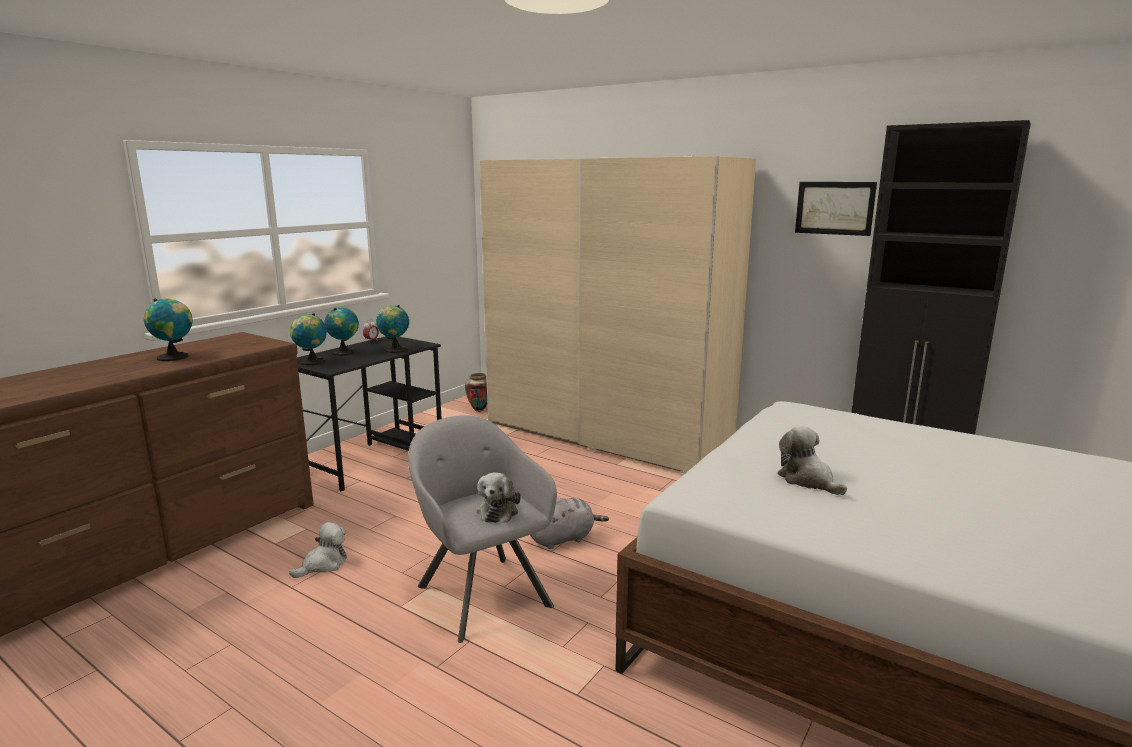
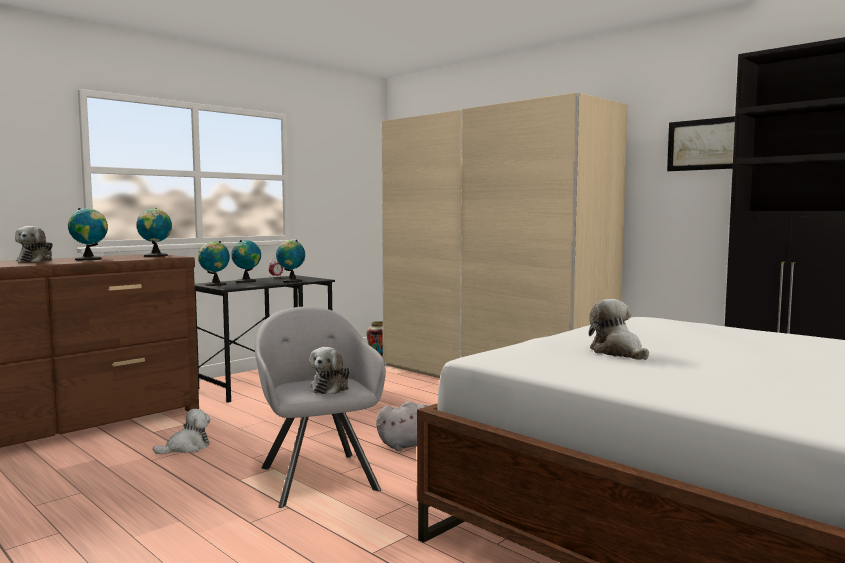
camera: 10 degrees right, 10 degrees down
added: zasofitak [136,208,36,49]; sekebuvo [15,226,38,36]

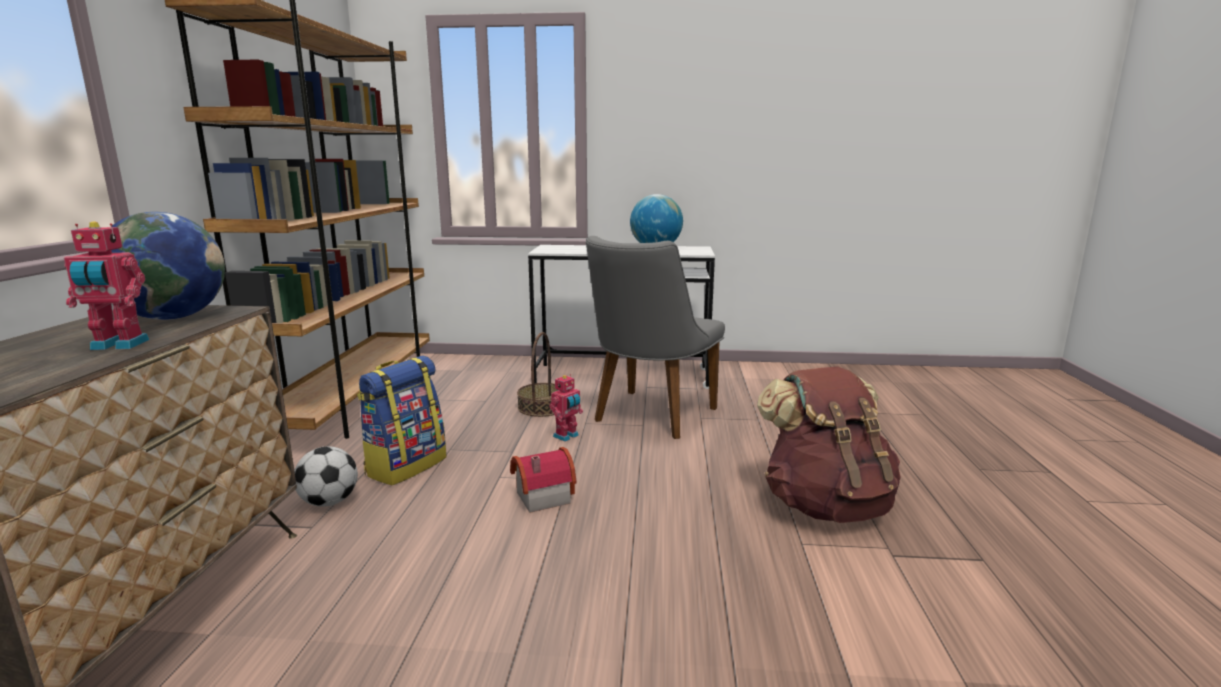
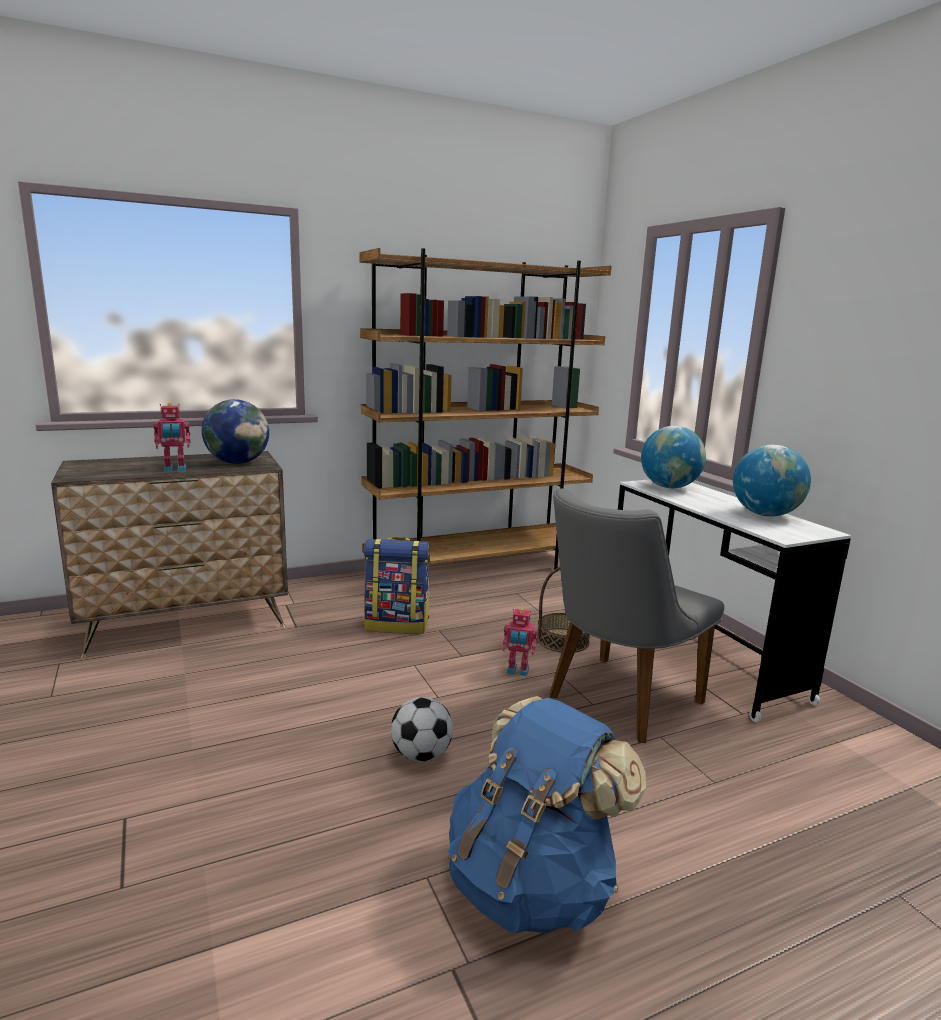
camera: 60 degrees right, 0 degrees up
removed: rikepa [510,447,67,66]
added: zasofitak [641,426,65,62]
moved: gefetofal [294,447,64,60] to [391,697,62,65]
recoloured: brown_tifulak [757,366,143,157] to blue_tifulak [448,696,198,237]
turned: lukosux [64,221,85,129] = [153,403,38,69] 75 degrees counterclockwise; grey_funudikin [586,236,139,203] = [550,488,174,255] 45 degrees counterclockwise

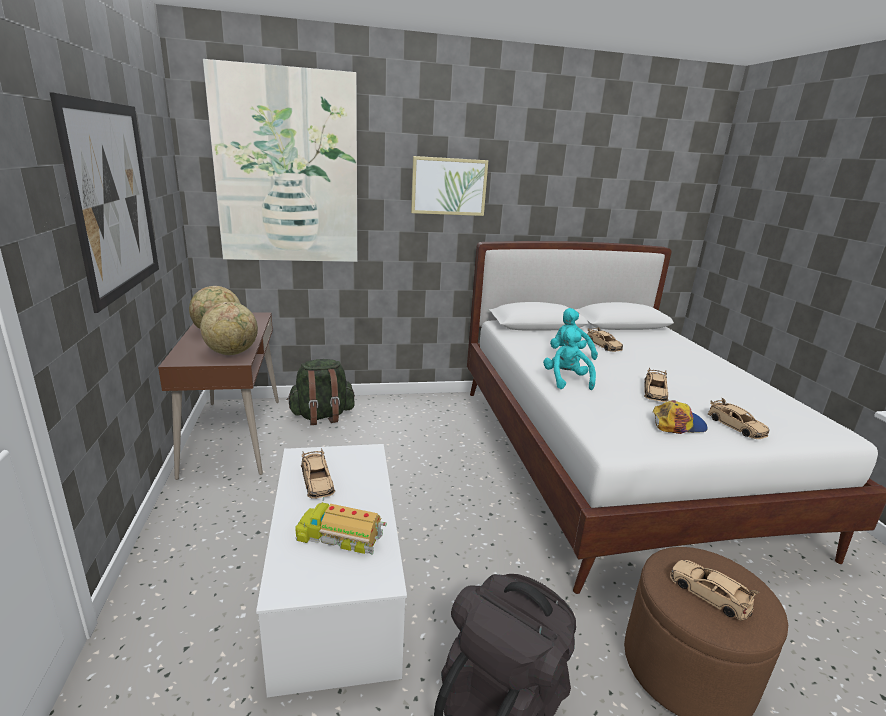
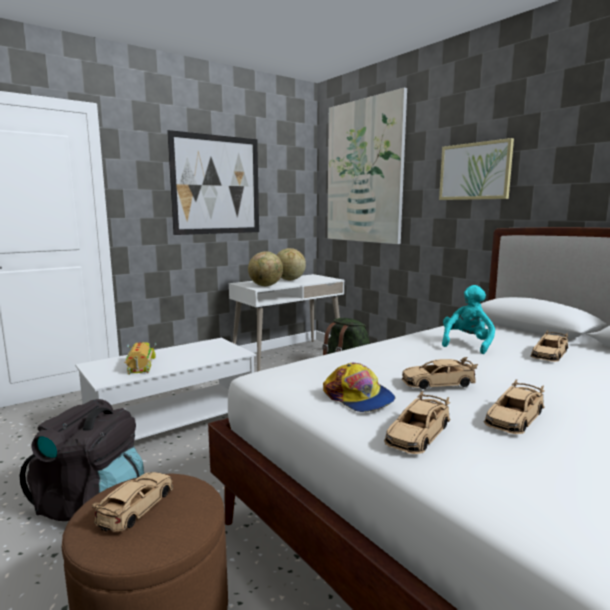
camera: 65 degrees right, 10 degrees down
removed: turquoise_sekebuvo [543,327,53,63]
moved: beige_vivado [301,448,34,51] to [484,379,61,55]
recoloured: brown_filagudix [158,312,121,168] to white_filagudix [229,274,115,98]

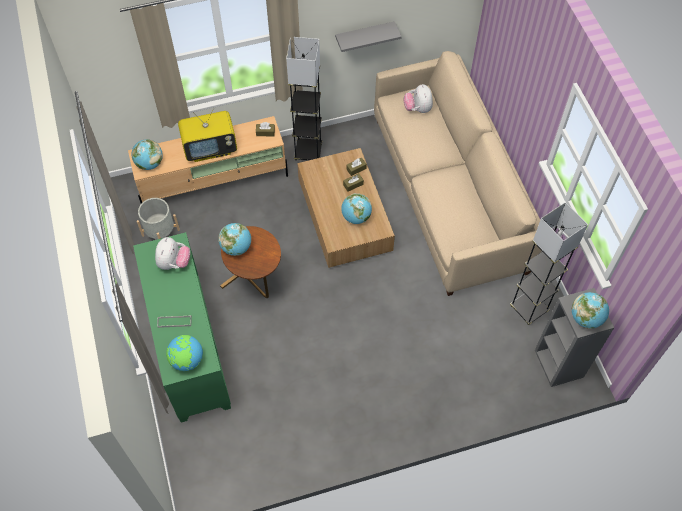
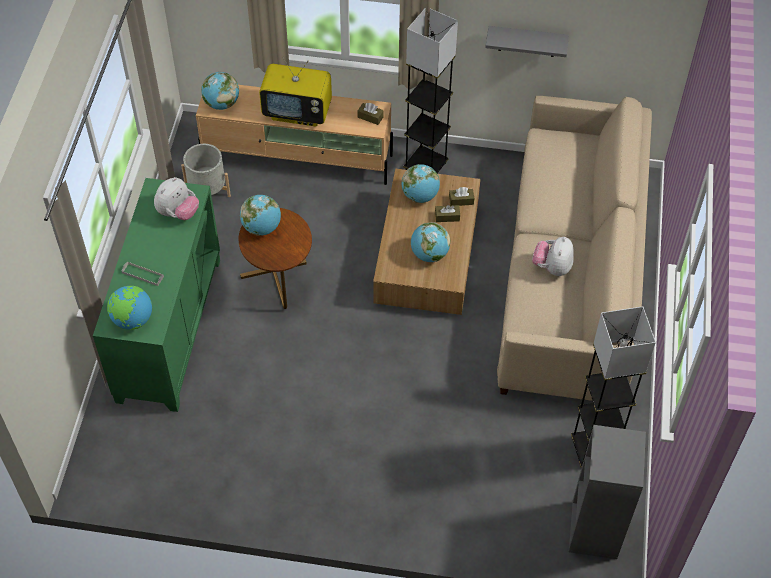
camera: 25 degrees right, 5 degrees down
moved: sekebuvo [404,84,29,29] to [532,237,42,39]; zasofitak [572,292,37,37] to [402,164,38,39]

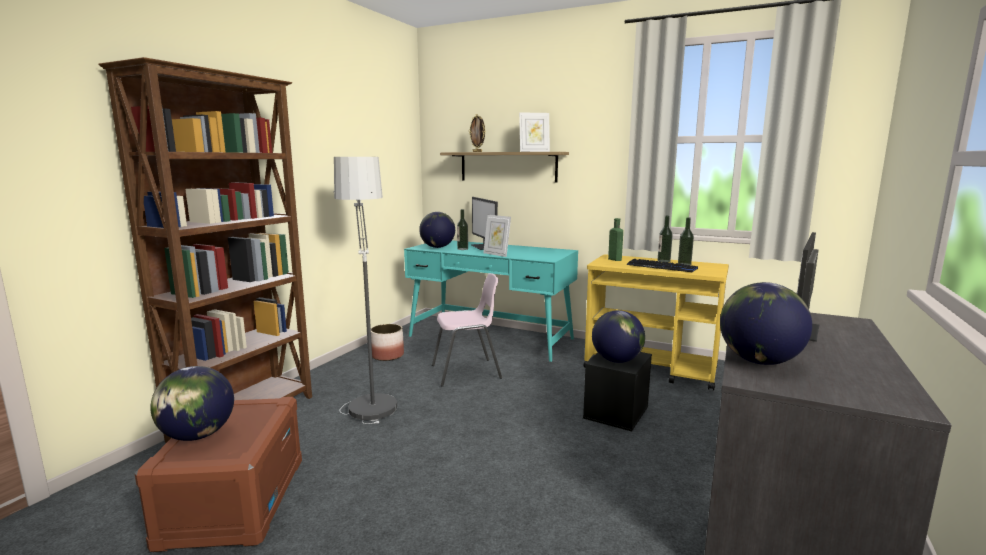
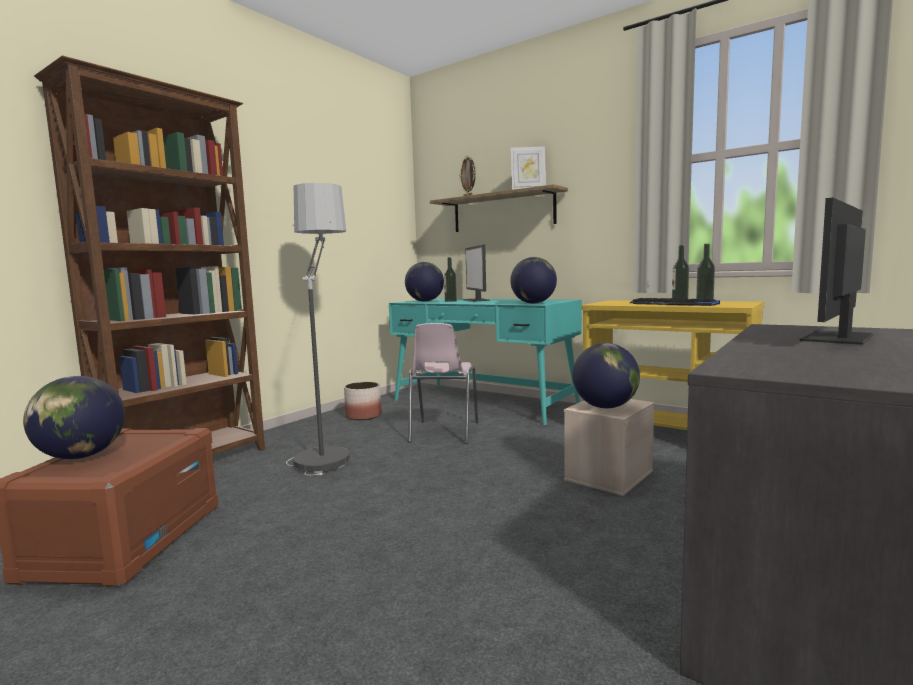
camera: 10 degrees right, 5 degrees down
removed: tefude [483,215,28,42]; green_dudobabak [608,218,15,43]
moved: zasofitak [720,282,92,83] to [510,257,47,47]
recoloured: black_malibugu [583,352,69,79] to beige_malibugu [564,399,91,97]
turned: pink_funudikin [432,273,70,114] = [408,323,70,121] 105 degrees clockwise

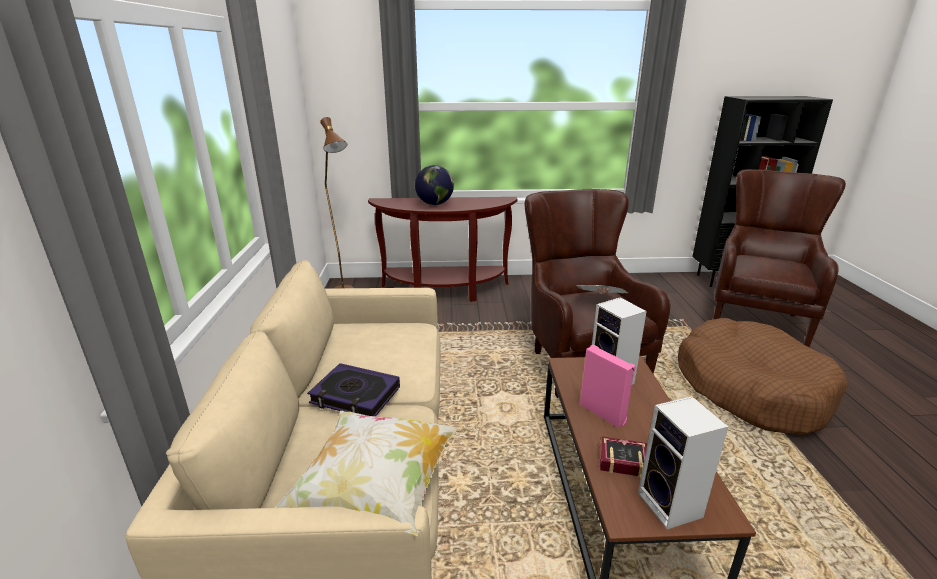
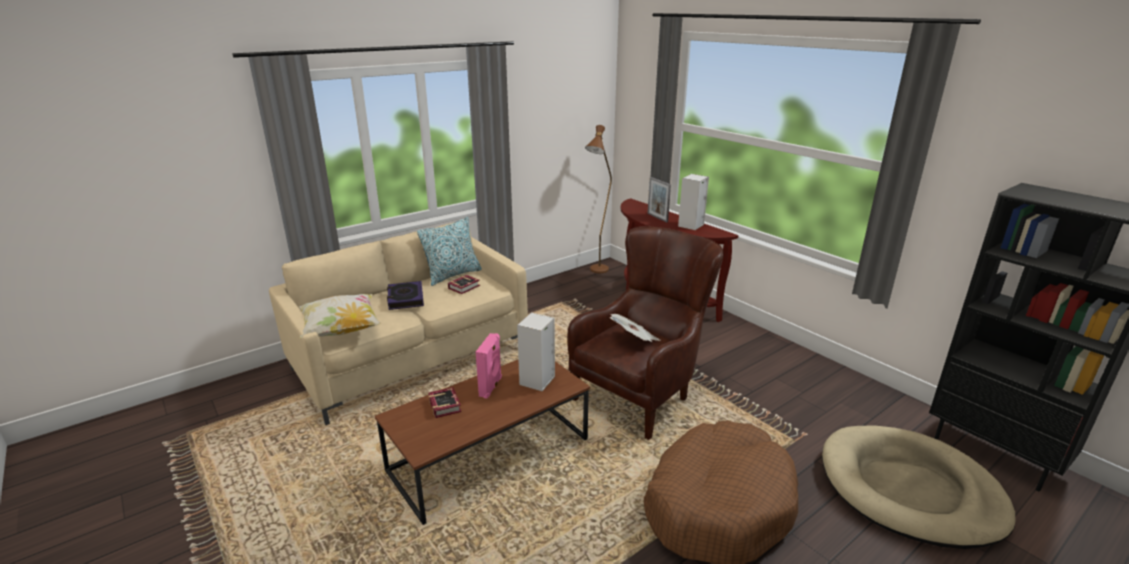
camera: 55 degrees right, 0 degrees up
added: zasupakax [417,217,65,69]; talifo [448,275,32,19]
moved: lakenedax [638,396,90,134] to [678,174,31,56]
replaced: zasofitak [415,165,39,40] to tefude [647,177,24,46]; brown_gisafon [713,169,133,178] to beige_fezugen [822,426,194,123]

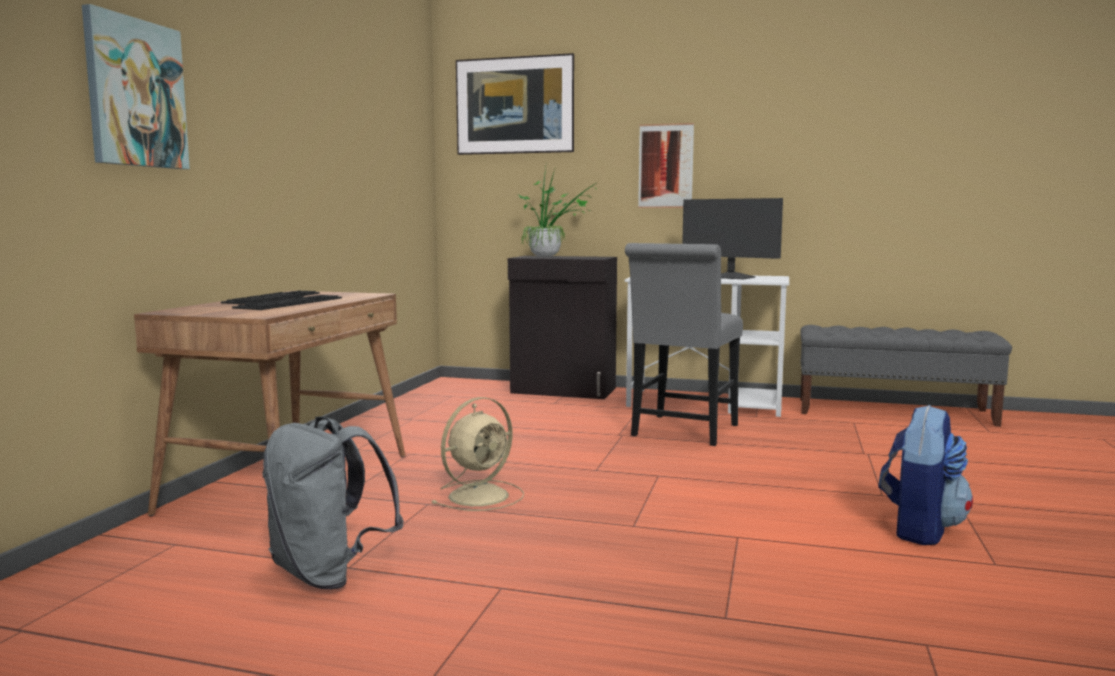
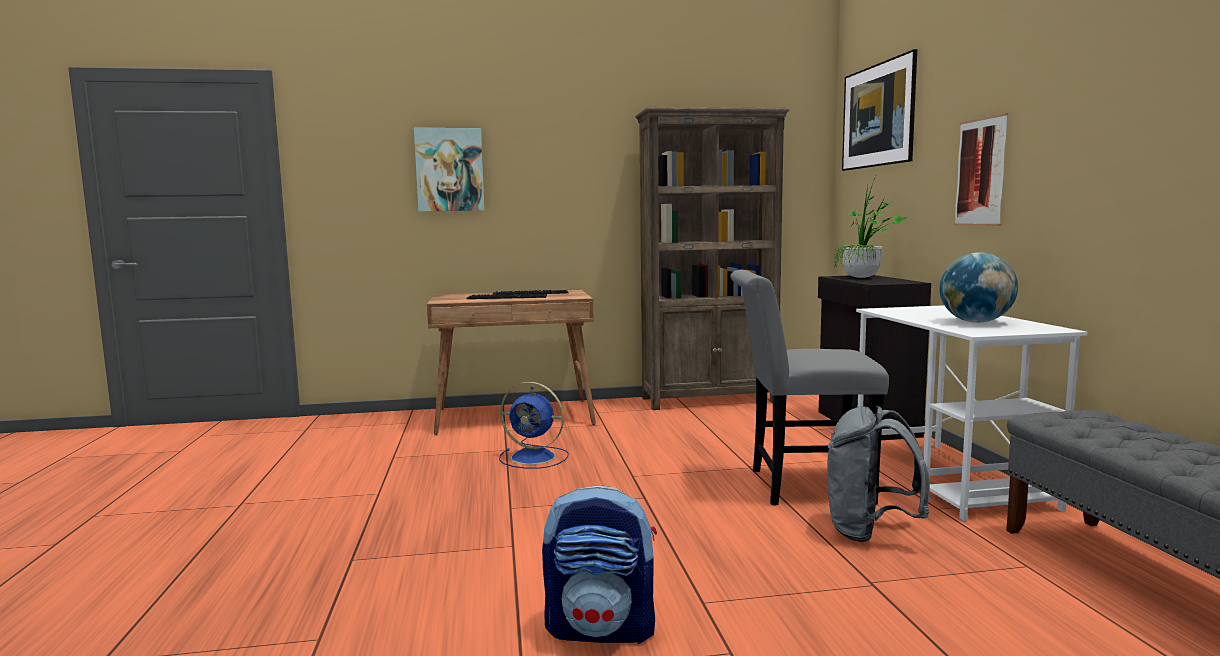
camera: 65 degrees right, 0 degrees up
added: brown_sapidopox [635,107,155,303]
moved: grey_tifulak [263,416,141,173] to [827,405,103,137]
replaced: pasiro [682,198,101,81] to zasofitak [940,252,78,71]
recoloured: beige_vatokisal [431,397,93,114] to blue_vatokisal [499,382,70,87]

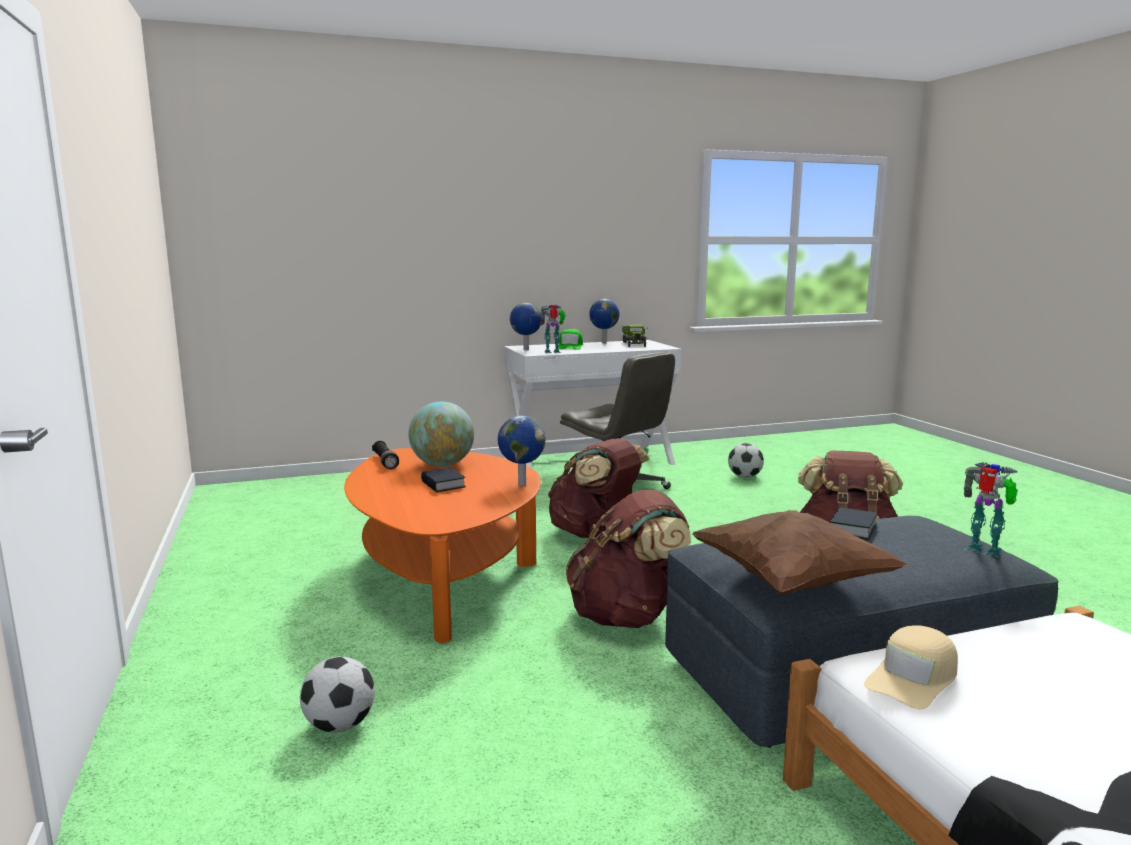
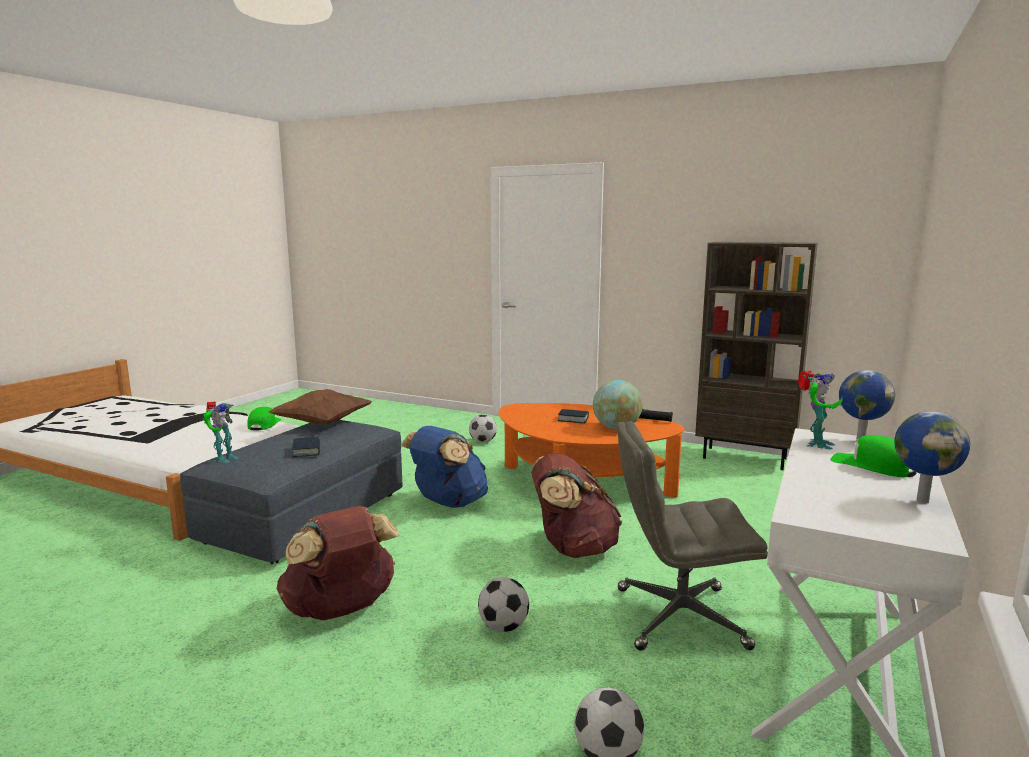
camera: 135 degrees right, 0 degrees up
removed: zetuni [622,325,26,22]; zasofitak [497,416,49,69]
added: brown_sapidopox [695,242,123,228]; gefetofal [478,577,51,55]
recoloured: brown_tifulak [566,490,125,138] to blue_tifulak [401,426,87,82]; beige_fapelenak [864,625,94,84] to green_fapelenak [247,407,35,24]
turned: lukosux [964,462,54,96] = [203,401,36,62] 60 degrees counterclockwise

